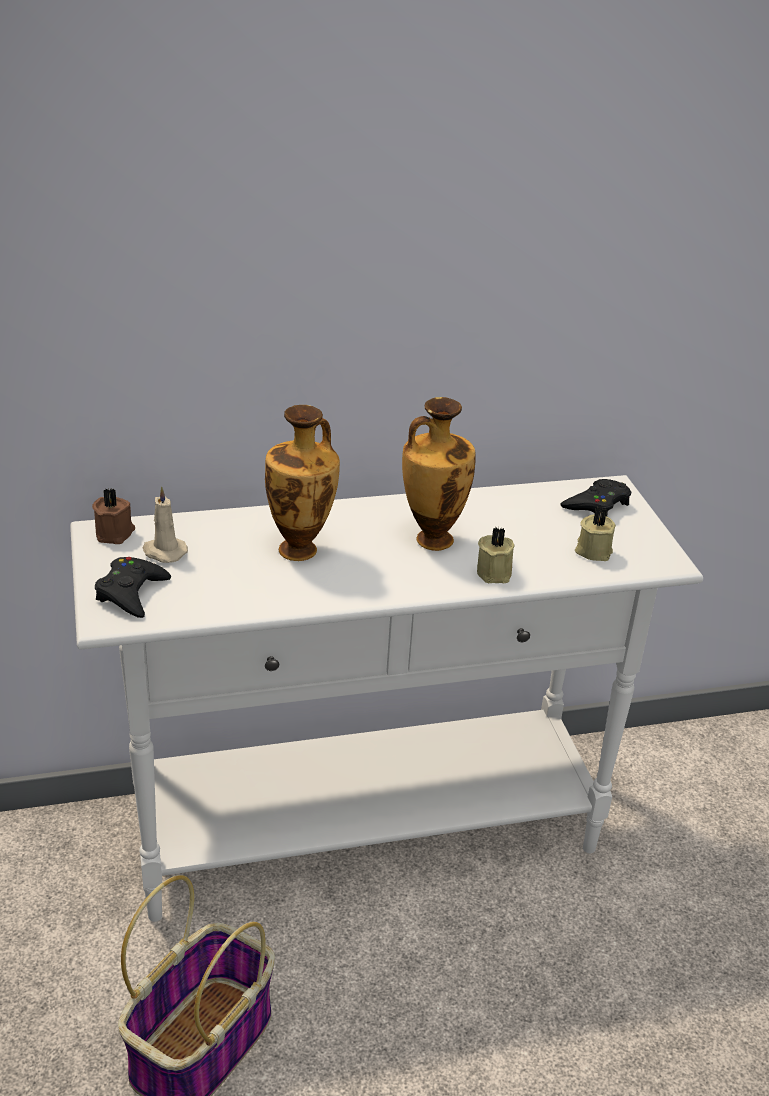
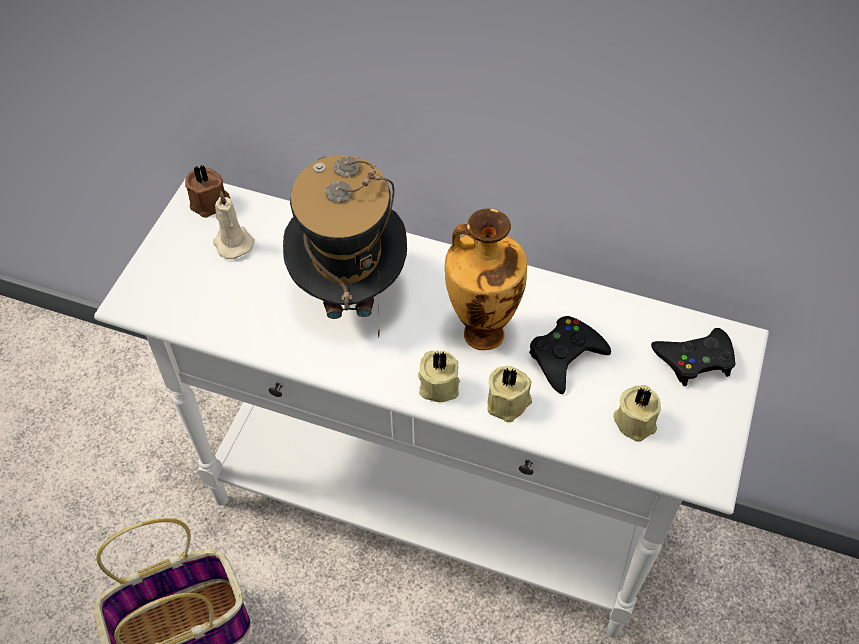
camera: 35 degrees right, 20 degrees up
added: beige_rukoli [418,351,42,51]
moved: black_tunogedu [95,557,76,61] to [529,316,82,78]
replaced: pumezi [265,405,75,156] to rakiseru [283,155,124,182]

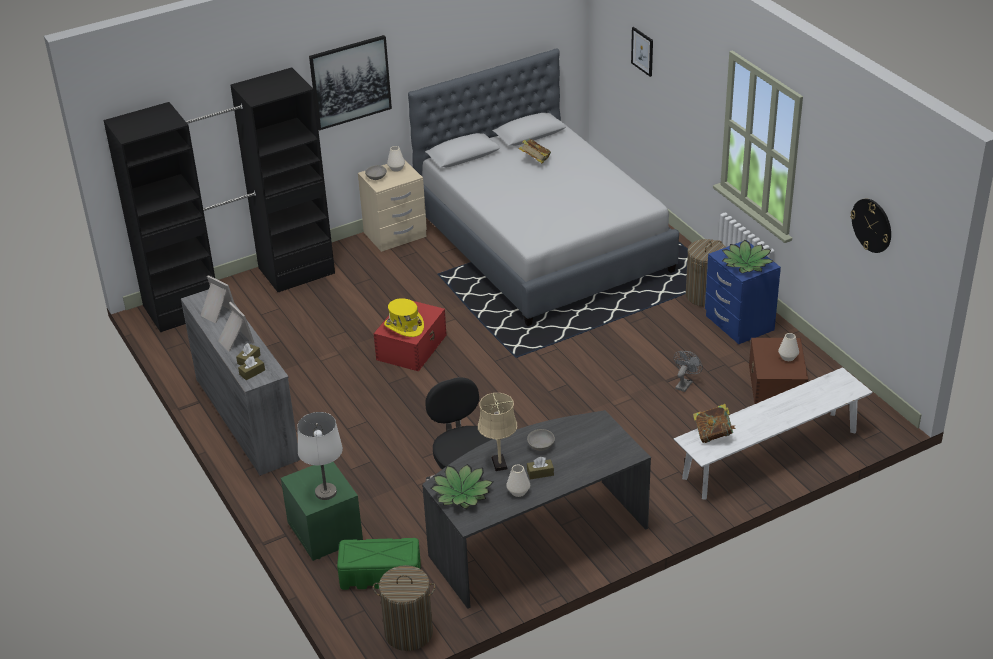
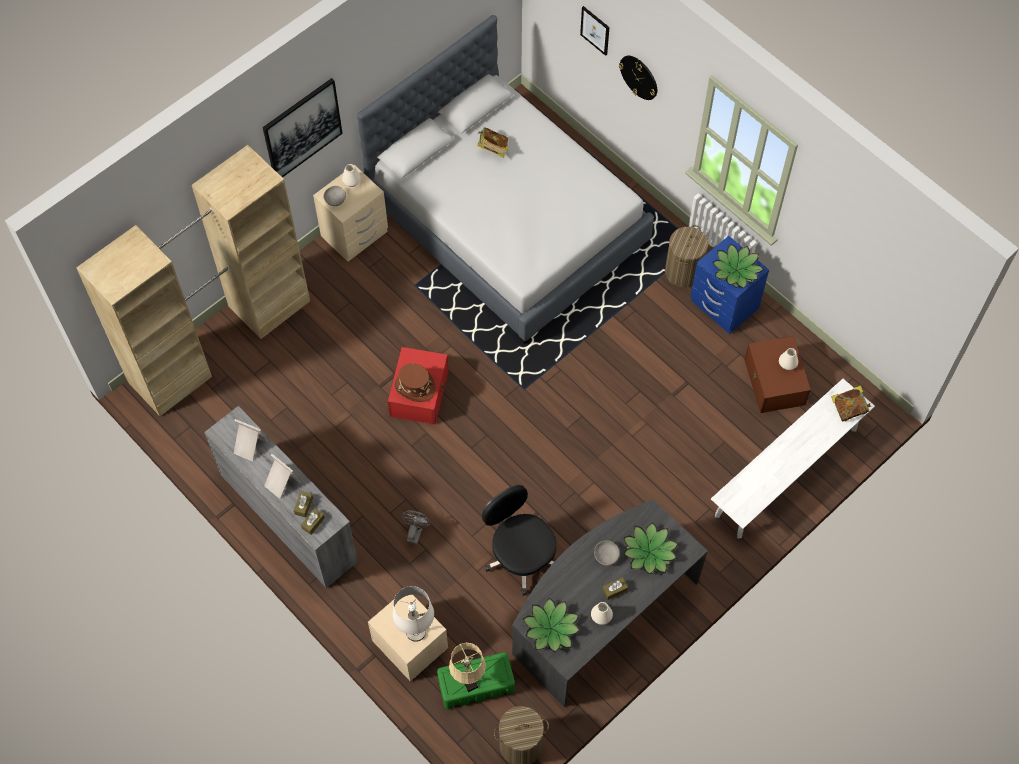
camera: 15 degrees left, 25 degrees up
added: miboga [624,522,54,52]
moved: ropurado [850,199,41,54] to [619,55,38,45]; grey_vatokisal [674,351,29,41] to [401,510,30,34]; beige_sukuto [478,393,39,78] to [449,643,37,49]; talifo [693,404,43,39] to [831,385,40,37]
recoloured: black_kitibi [104,67,231,265] to beige_kitibi [76,145,234,271]; yellow_rakiseru [384,298,40,39] to brown_rakiseru [395,363,41,39]; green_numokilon [281,462,82,99] to beige_numokilon [368,595,80,86]

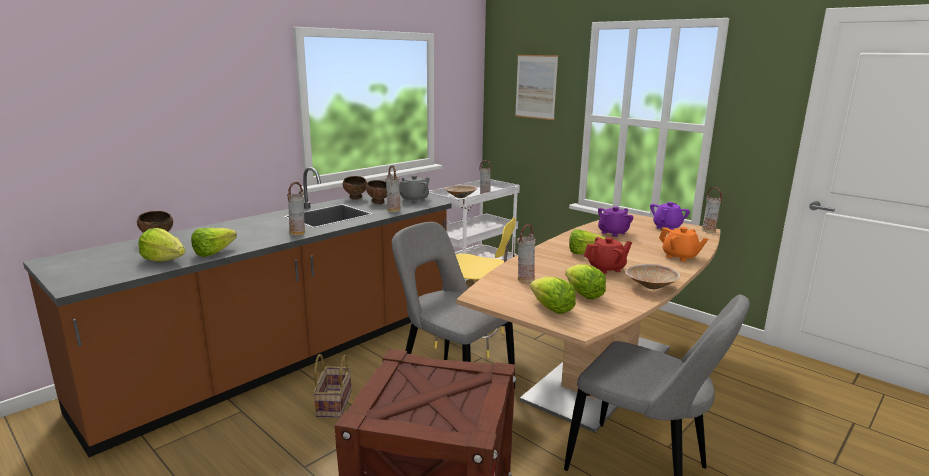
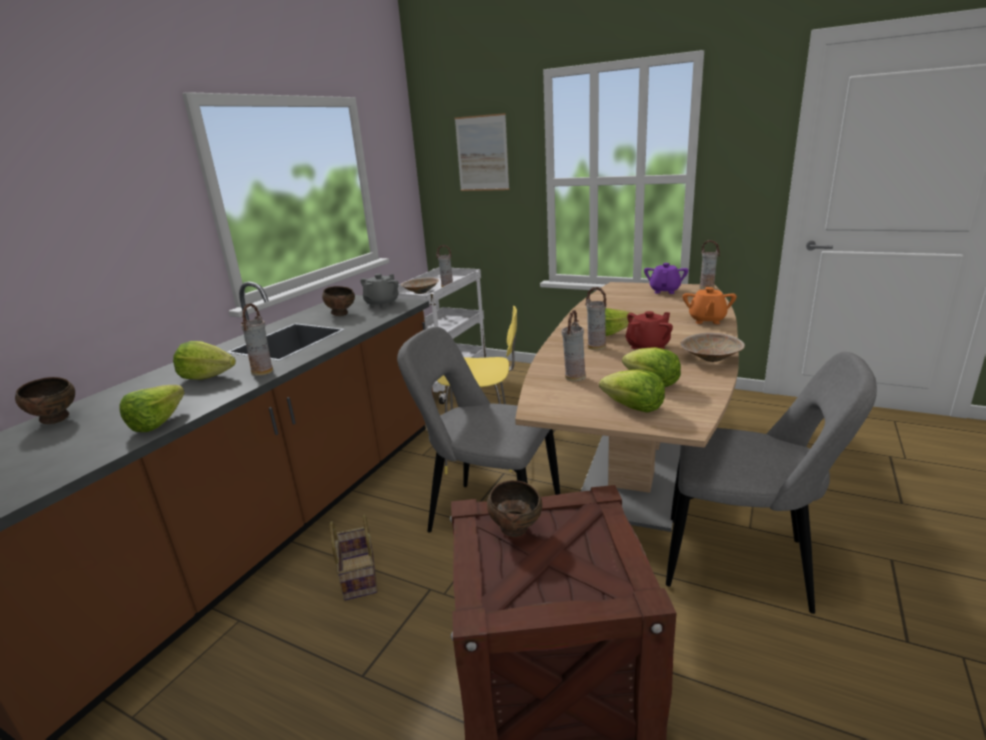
camera: 15 degrees left, 5 degrees up
removed: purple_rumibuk [598,206,35,31]
moved: pumezi [385,165,16,47] to [585,287,21,63]; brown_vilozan [343,176,24,24] to [487,480,55,57]; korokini [138,228,47,34] to [173,341,63,39]
turned: orange_rumibuk [659,227,49,35] = [683,287,54,37] 75 degrees clockwise

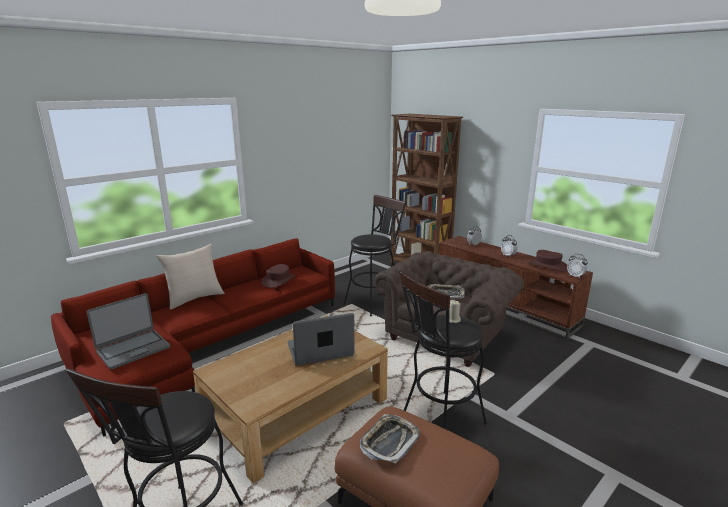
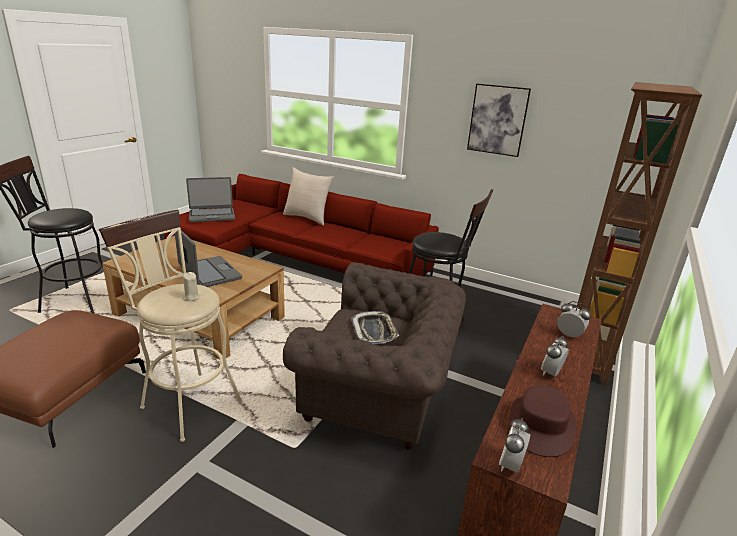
camera: 70 degrees right, 5 degrees up
removed: brown_rakiseru [261,264,34,24]; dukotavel [360,414,60,50]
added: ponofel [467,84,64,73]
recoloured: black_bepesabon [399,271,88,158] to beige_bepesabon [99,209,144,233]
turned: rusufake [87,293,83,77] = [186,177,49,45] 45 degrees counterclockwise

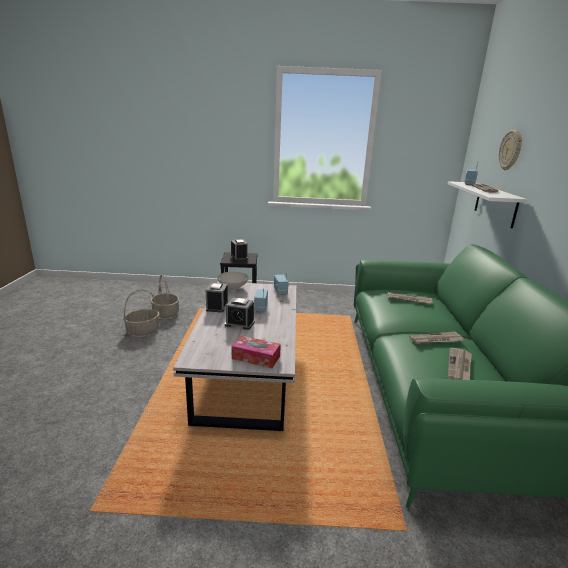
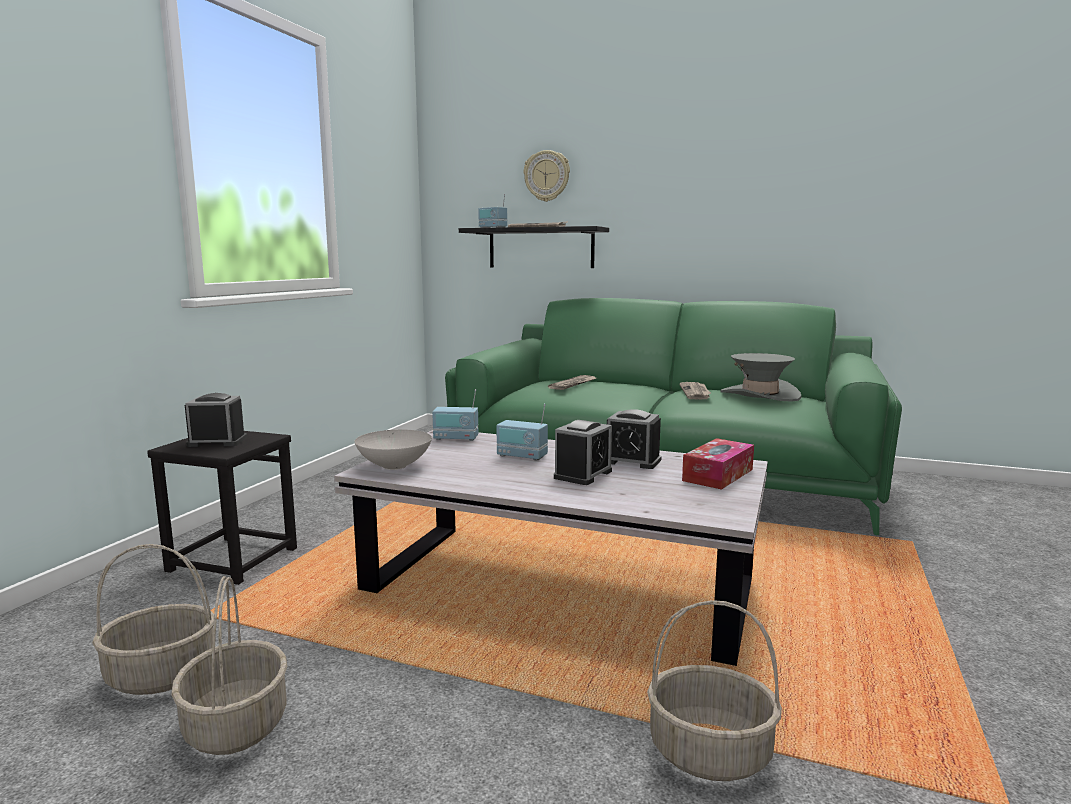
camera: 70 degrees left, 10 degrees down
added: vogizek [647,600,135,181]
moved: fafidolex [206,283,22,30] to [607,409,55,60]
replaced: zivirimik [448,347,24,33] to grey_rakiseru [720,353,82,49]
recoloured: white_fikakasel [448,181,79,48] to black_fikakasel [459,226,150,42]

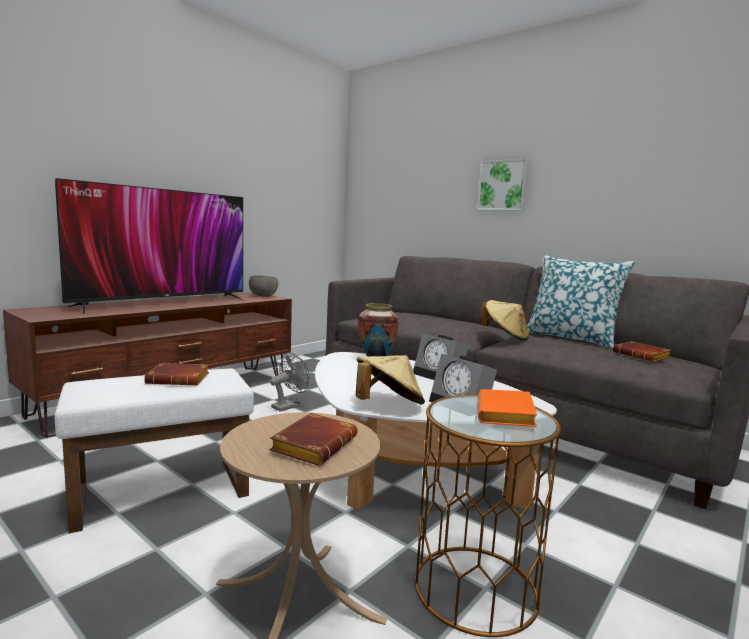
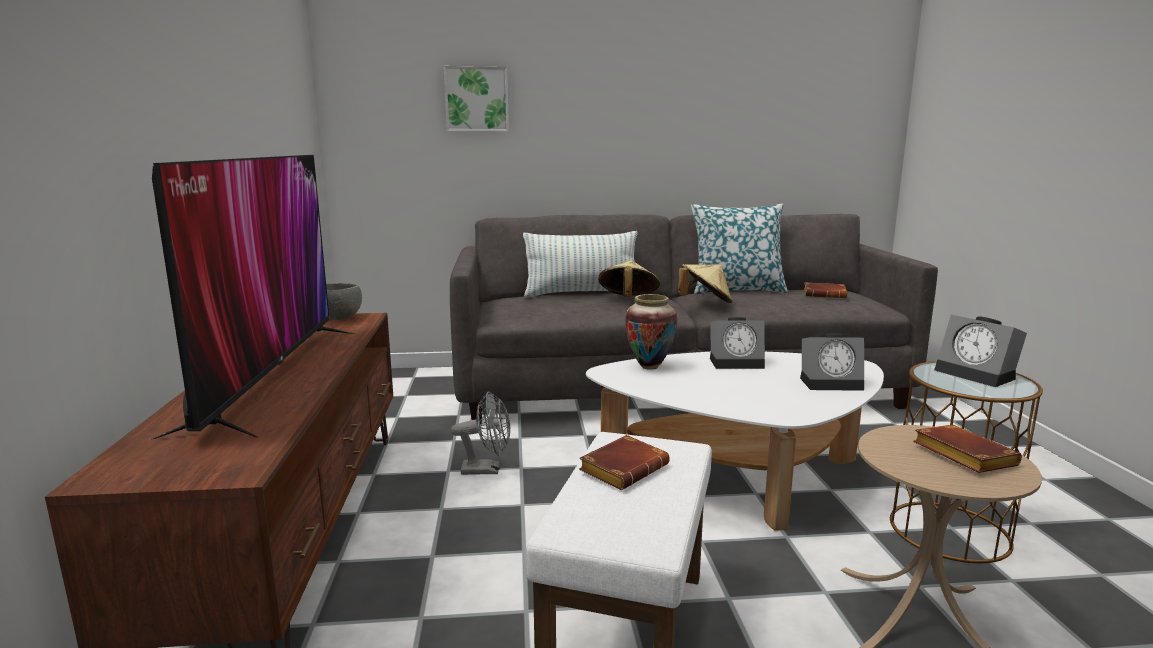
camera: 45 degrees left, 5 degrees up
added: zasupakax [523,231,115,67]
moved: ponofel [477,158,52,53] to [444,66,65,66]; beige_rakiseru [356,355,69,49] to [598,260,62,37]
replaced: orange_talifo [478,389,59,38] to fafidolex [934,315,93,72]
turned: grey_vatokisal [270,352,39,59] = [451,391,59,84] 90 degrees clockwise

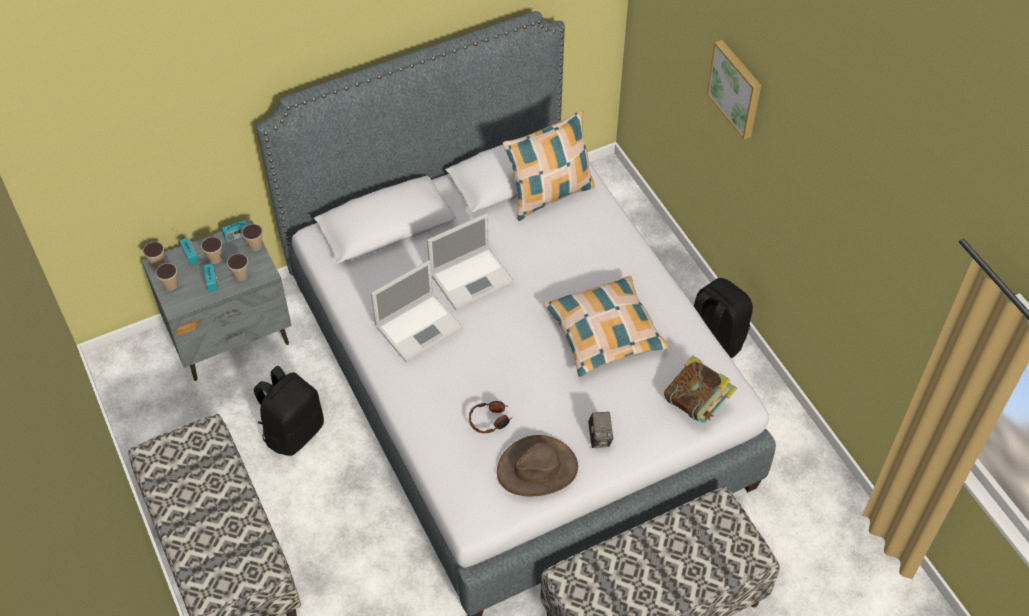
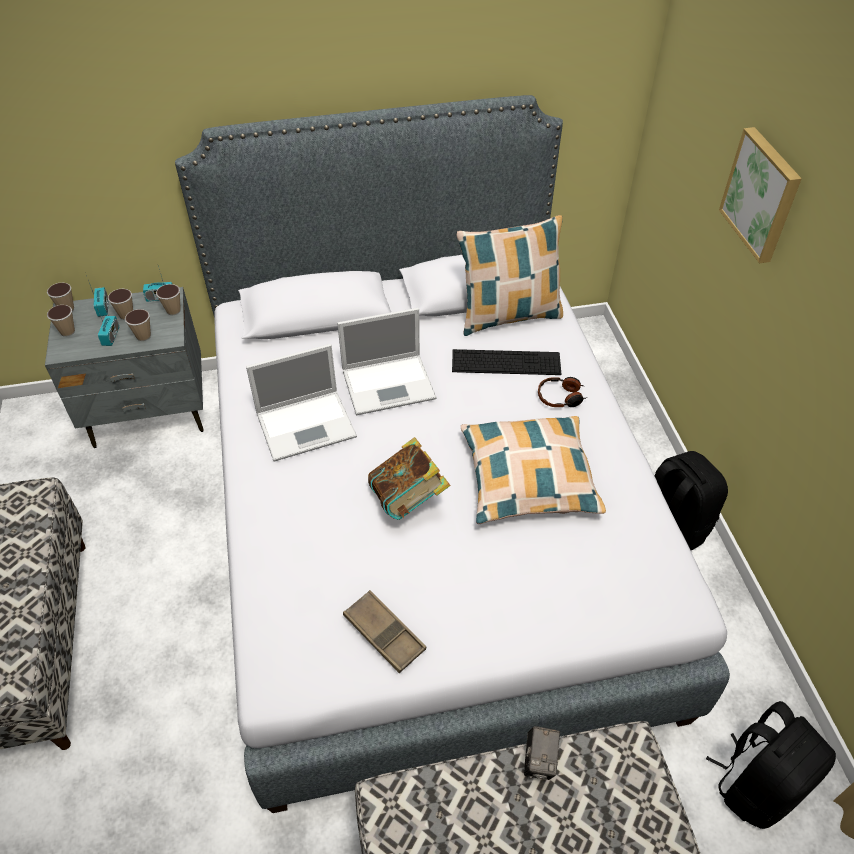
camera: 15 degrees right, 5 degrees down
added: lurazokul [452,349,109,26]
moved: talifo [664,355,73,68] to [368,437,82,83]; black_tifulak [254,366,70,90] to [706,701,130,128]; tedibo [469,401,43,32] to [538,377,49,30]; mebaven [588,412,25,37] to [524,726,36,54]
replaced: brown_rakiseru [497,435,81,61] to brown_dukotavel [343,590,83,83]

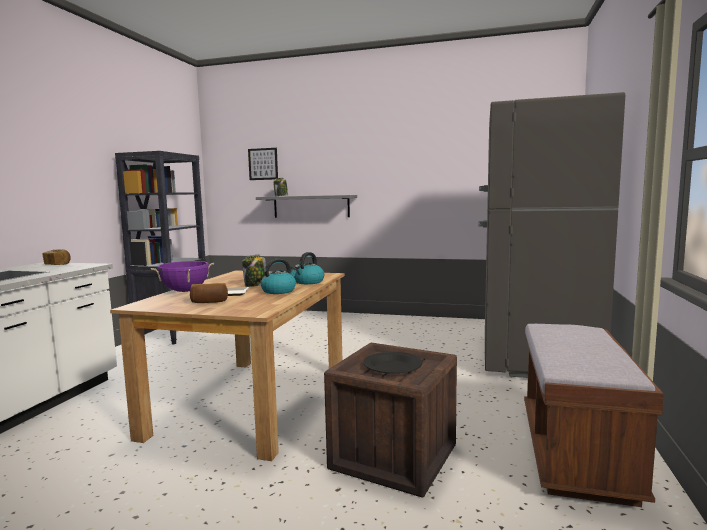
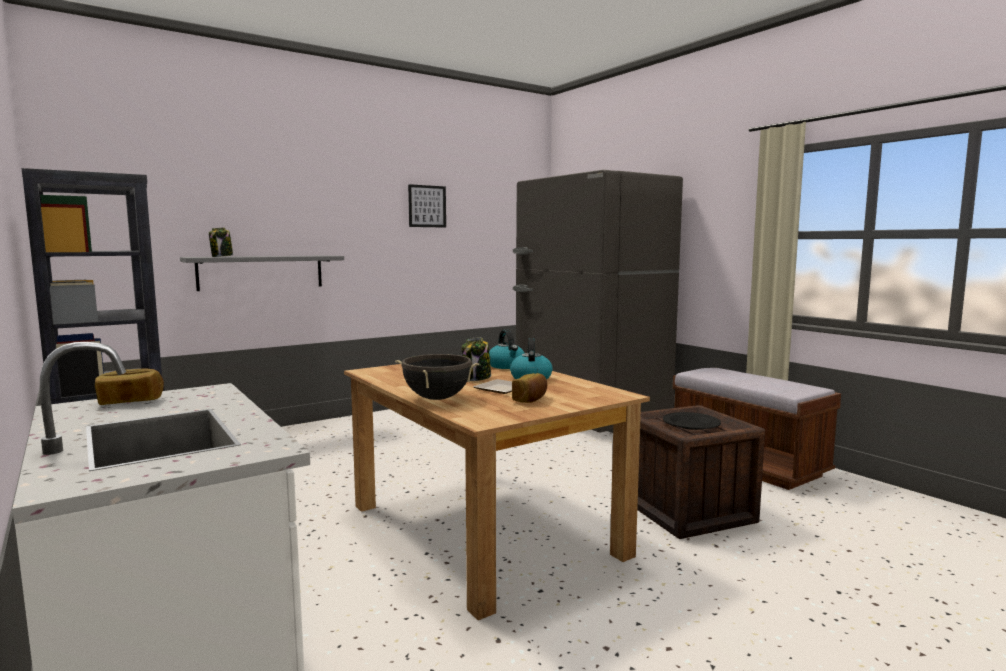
camera: 50 degrees left, 0 degrees up
moved: ponofel [248,148,30,32] to [408,184,38,44]
recoloured: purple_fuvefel [151,261,63,31] to black_fuvefel [395,354,85,46]

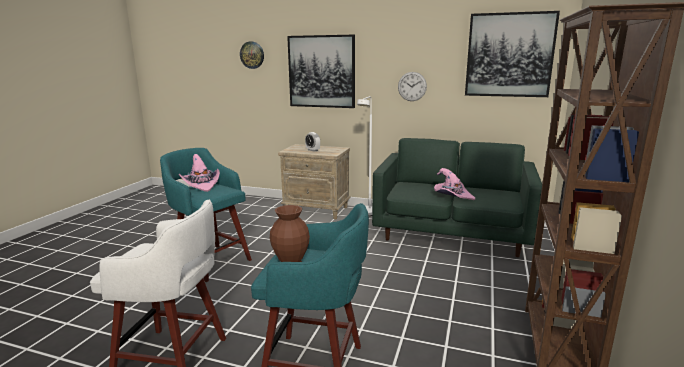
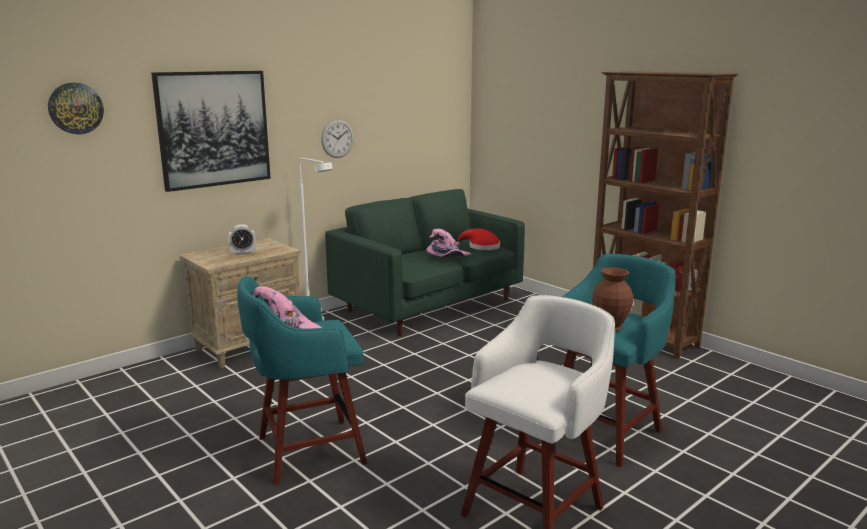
camera: 60 degrees left, 0 degrees up
removed: ponofel [465,11,95,86]
added: red_rakiseru [456,228,44,22]

